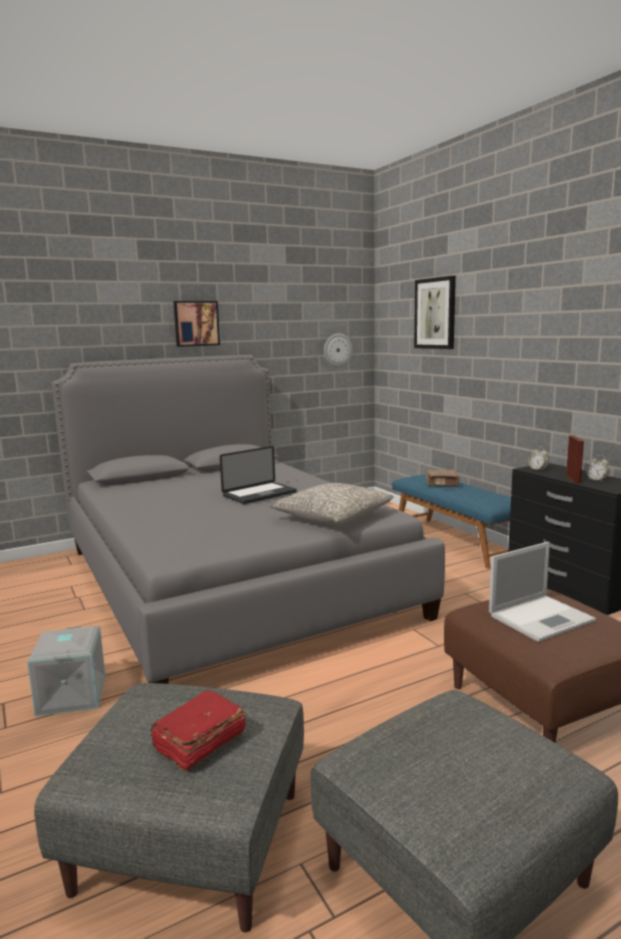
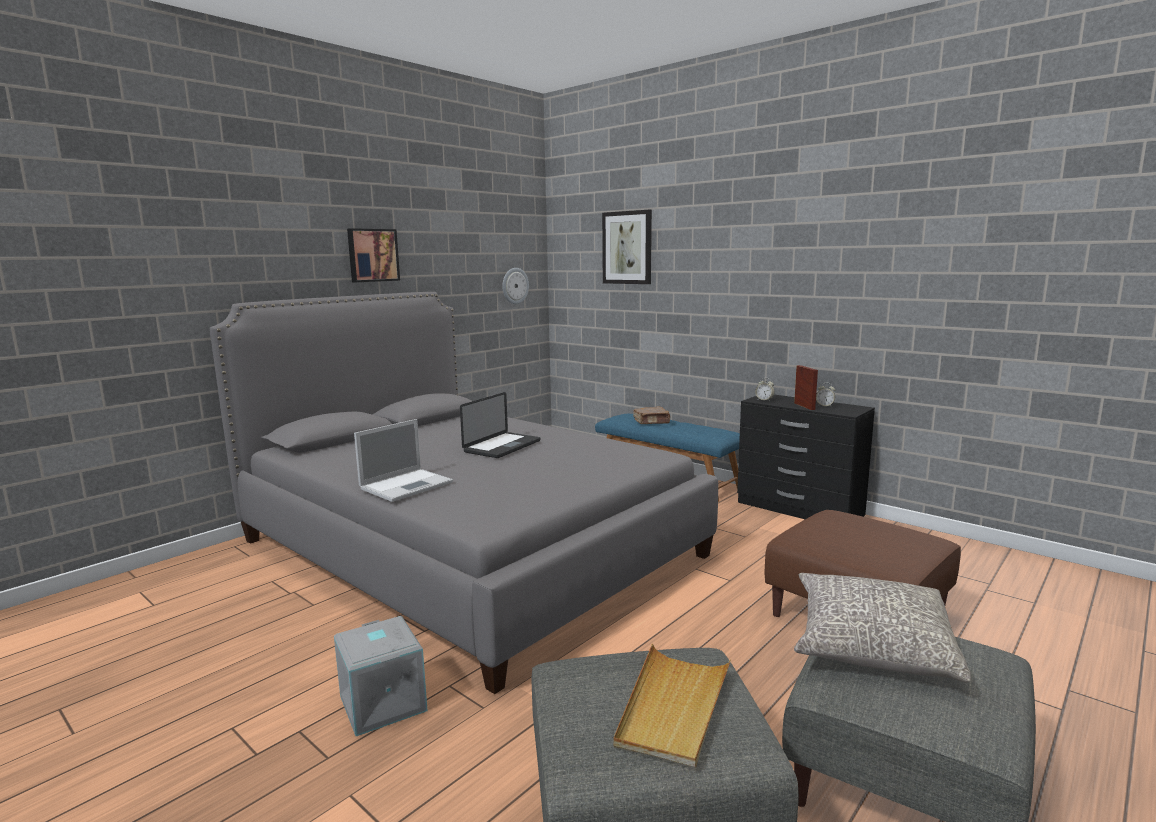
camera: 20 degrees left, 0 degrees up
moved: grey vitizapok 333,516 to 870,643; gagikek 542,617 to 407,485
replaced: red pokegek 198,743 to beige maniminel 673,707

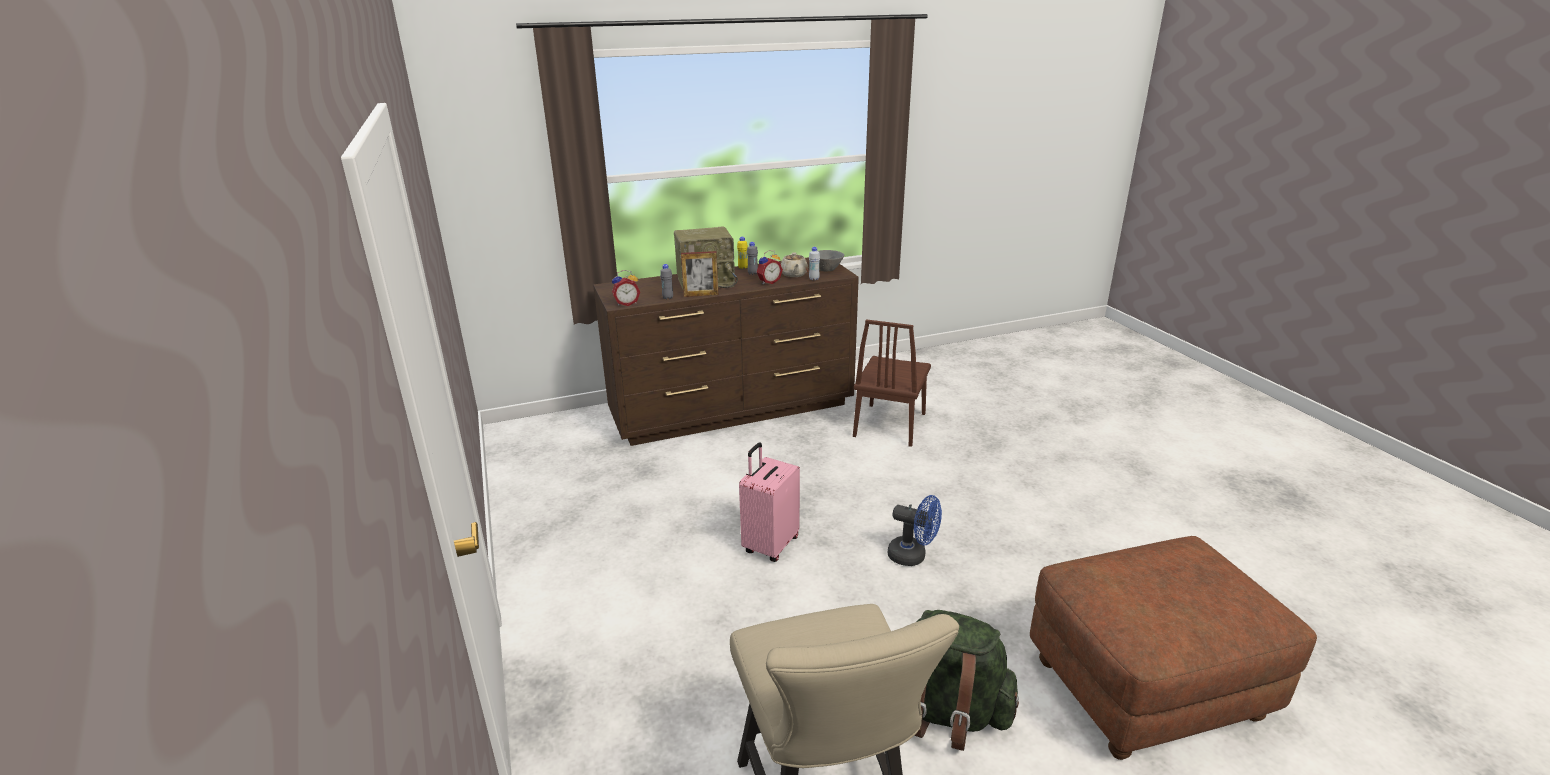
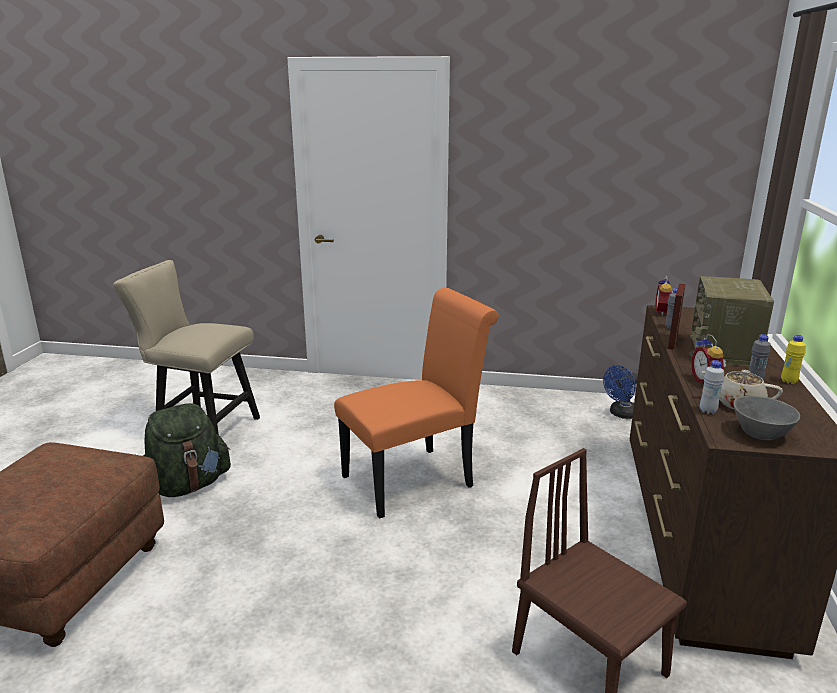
camera: 120 degrees right, 5 degrees down
moved: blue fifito 913,556 to 621,414
replaced: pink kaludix 770,545 to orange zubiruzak 415,479

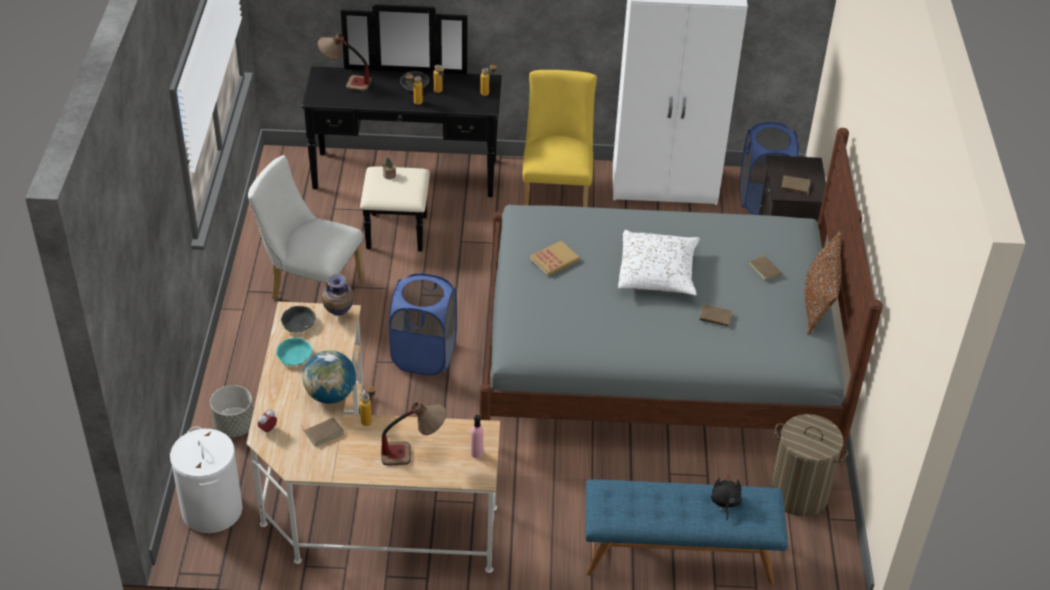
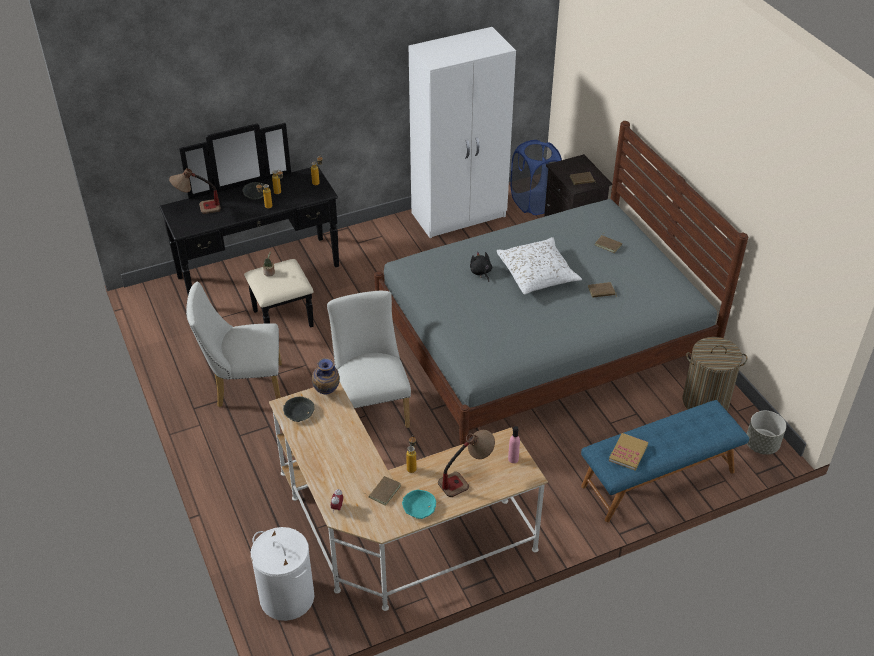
camera: 25 degrees left, 0 degrees up
removed: yellow zubiruzak 556,194; brown vitizapok 818,301; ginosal 330,395
moved: pokegek 554,260 to 628,453; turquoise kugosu 294,356 to 419,508; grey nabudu 234,426 to 762,445; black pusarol 725,503 to 481,272
replaced: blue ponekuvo 424,356 to white zubiruzak 371,406

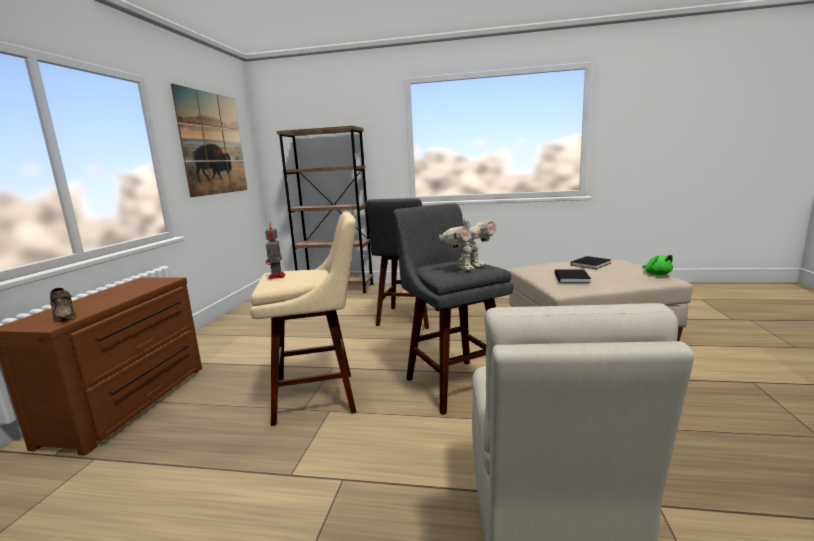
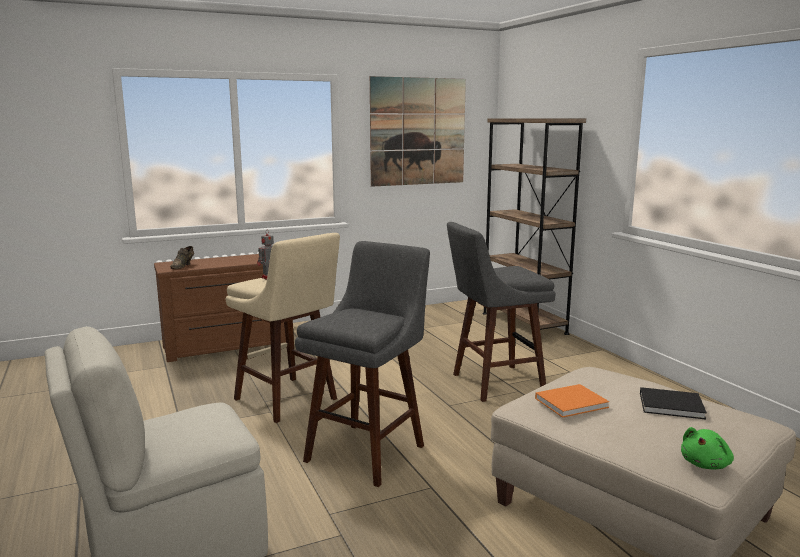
camera: 55 degrees right, 0 degrees up
removed: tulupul 468,267
recoloured: black pokegek 571,277 to orange pokegek 573,402

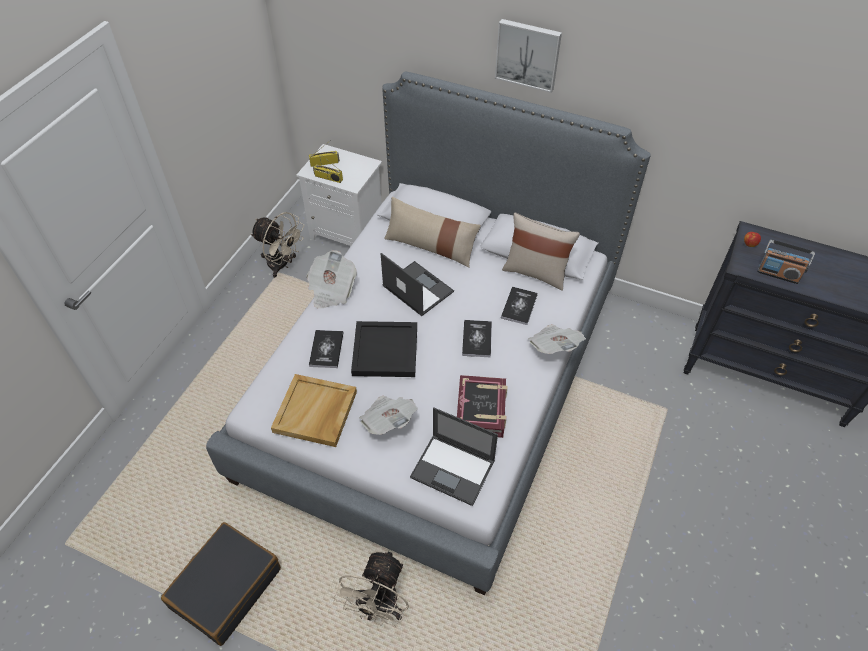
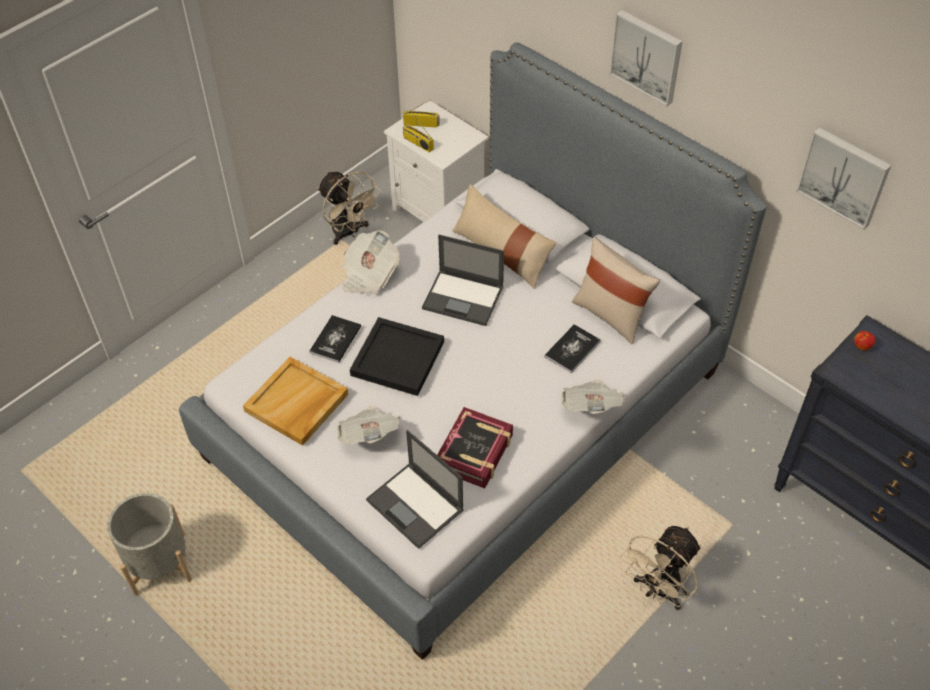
camera: 20 degrees right, 0 degrees up
removed: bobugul 778,274; pokegek 477,339
added: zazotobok 844,176
moved: beige fifito 379,607 to 658,591
replaced: black kaludix 226,587 to grey nabudu 159,564
turned: gagikek 417,288 = 464,298 135 degrees clockwise

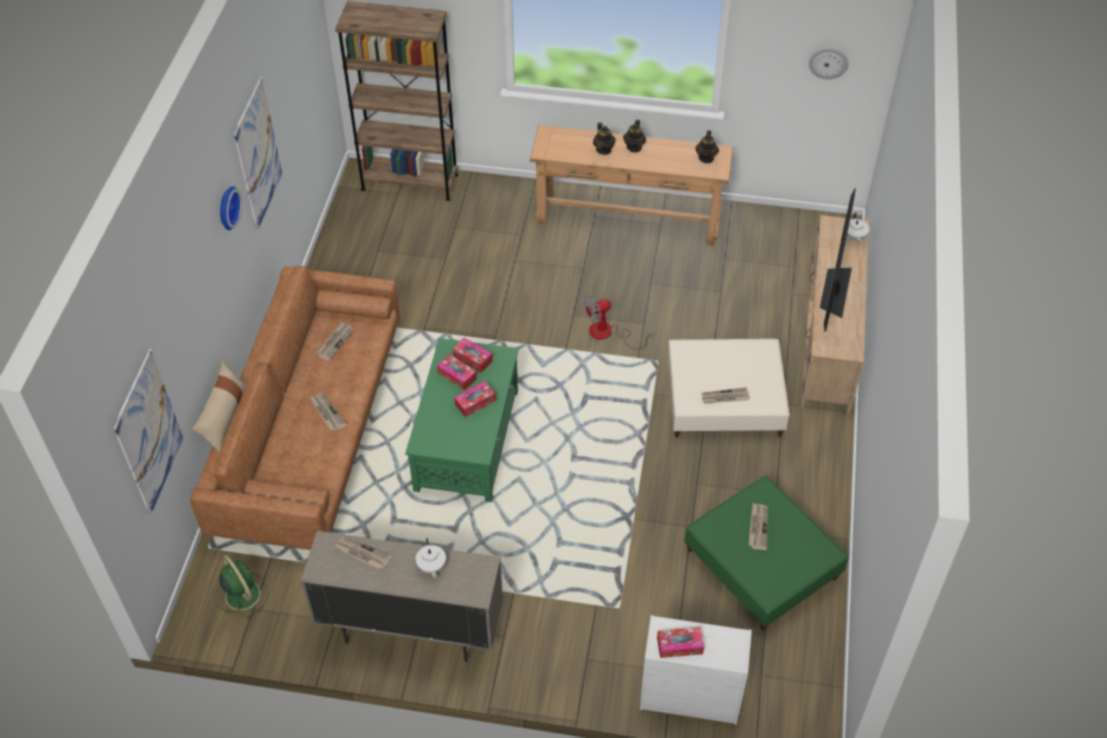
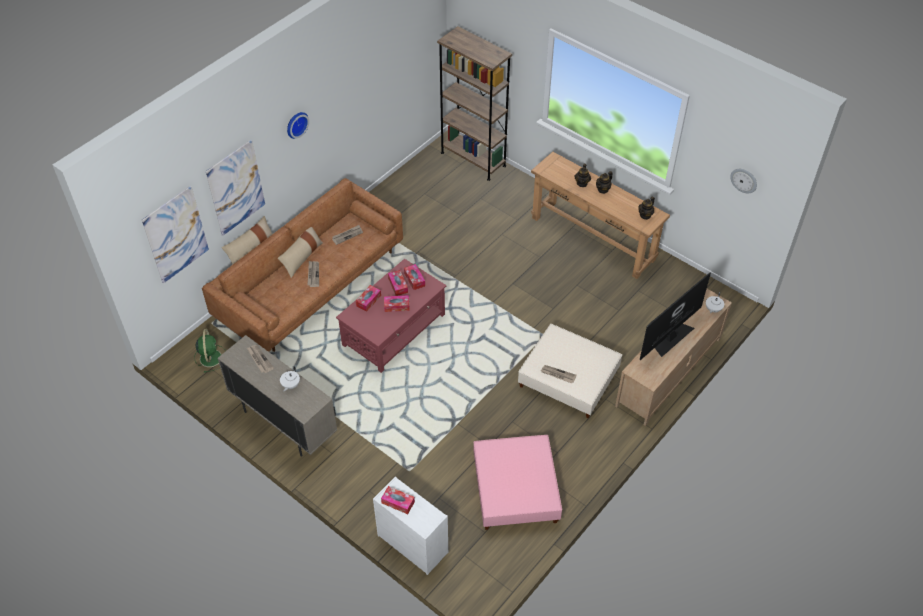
camera: 30 degrees right, 0 degrees up
removed: fifito 608,334; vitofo 758,527
added: beige vitizapok 302,257; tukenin 368,300
moved: zazotobok 258,154 to 236,188
recoloured: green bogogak 467,439 to red bogogak 394,329; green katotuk 762,564 to pink katotuk 515,490

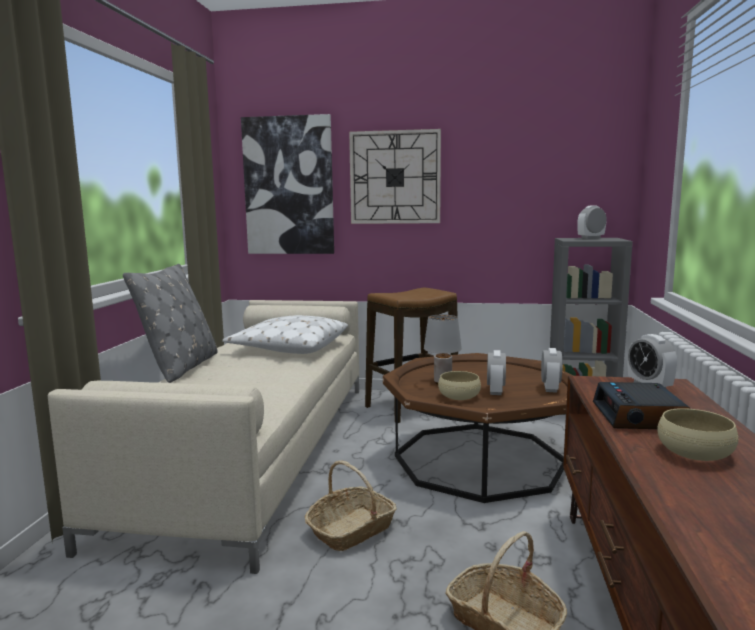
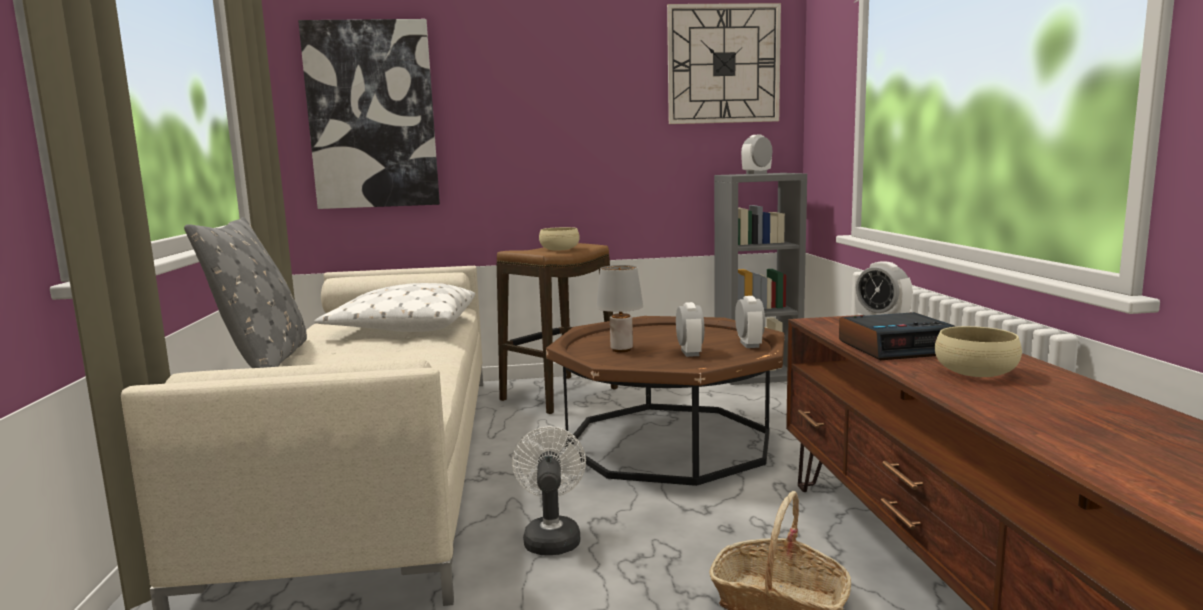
camera: 15 degrees left, 0 degrees up
moved: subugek 395,177 to 723,64; beige kugosu 459,396 to 559,249
replaced: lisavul 351,530 to white fifito 551,537
turned: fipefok 639,416 = 895,347 90 degrees counterclockwise

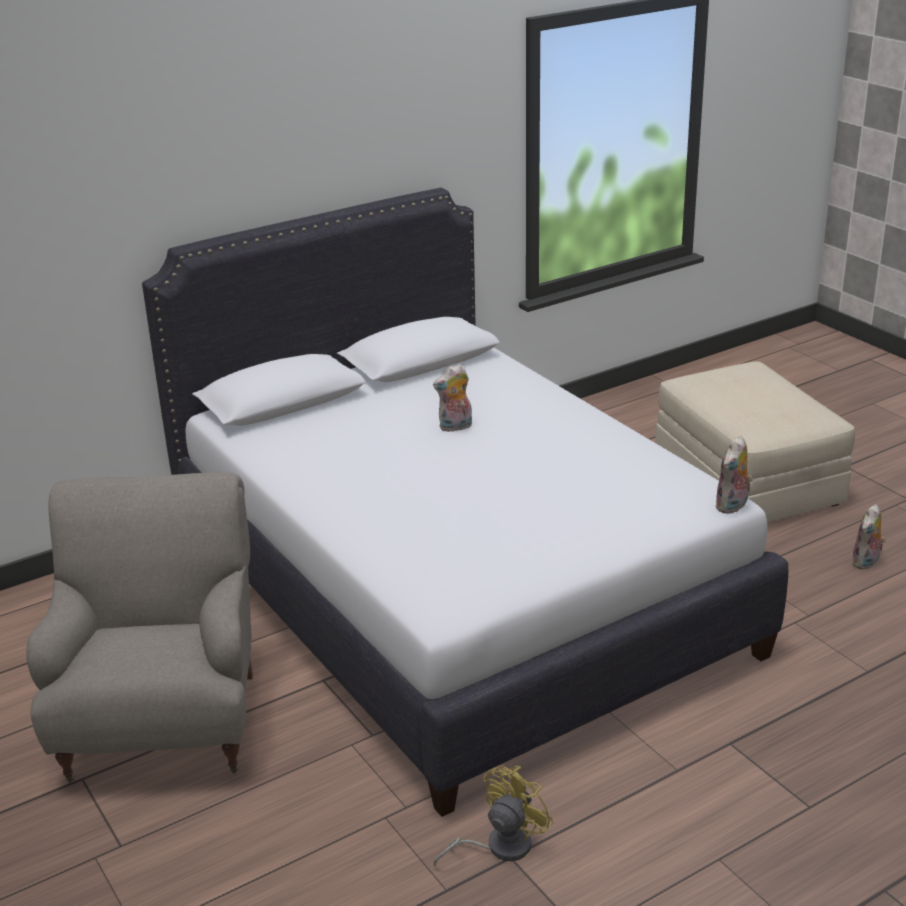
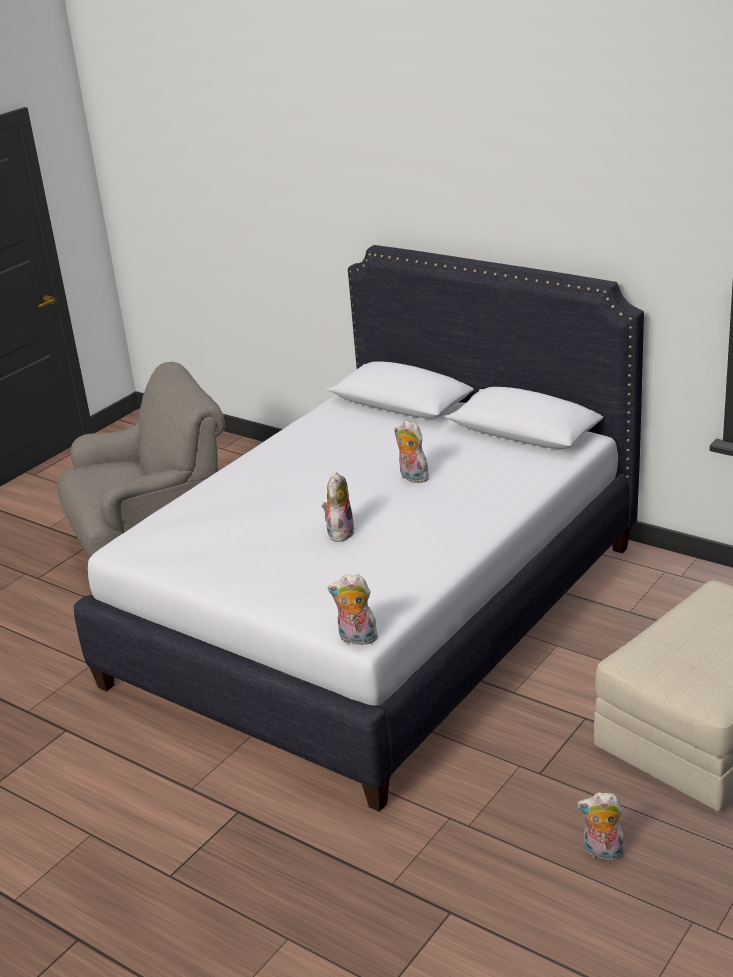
camera: 70 degrees right, 0 degrees up
removed: yellow fifito 499,846
added: pusarol 339,532

